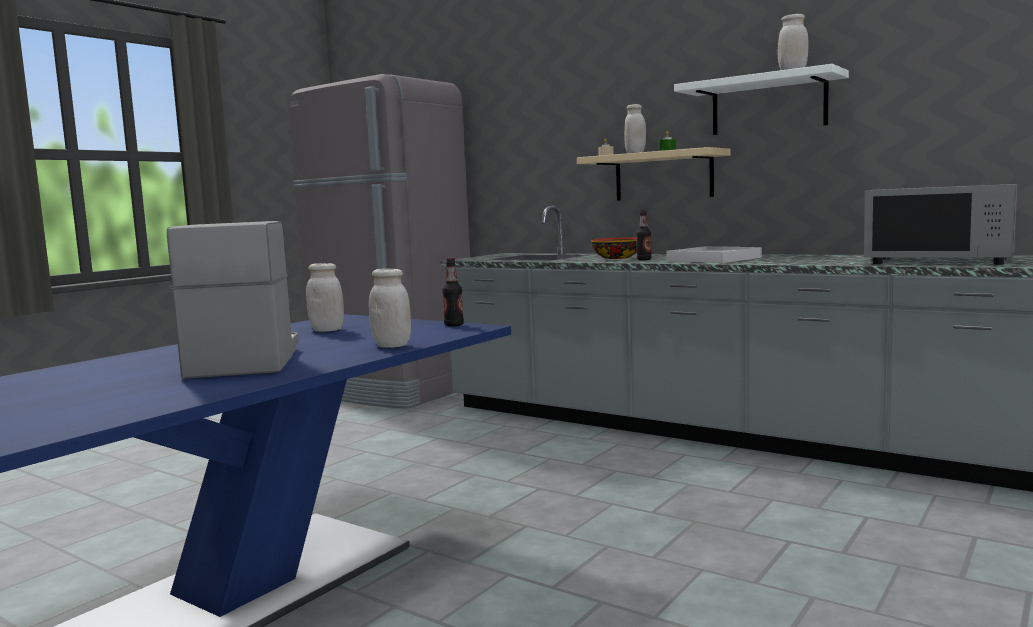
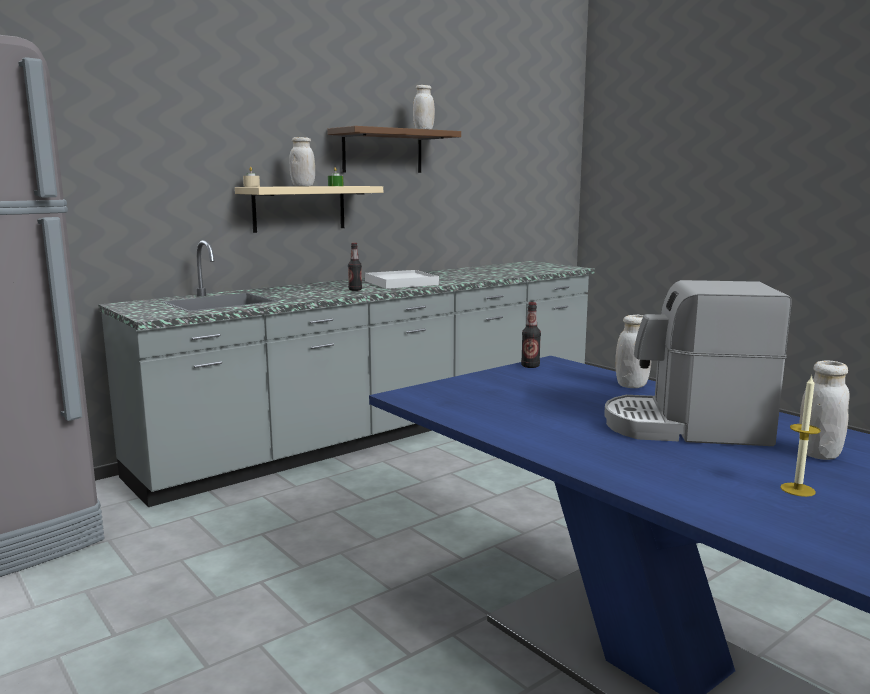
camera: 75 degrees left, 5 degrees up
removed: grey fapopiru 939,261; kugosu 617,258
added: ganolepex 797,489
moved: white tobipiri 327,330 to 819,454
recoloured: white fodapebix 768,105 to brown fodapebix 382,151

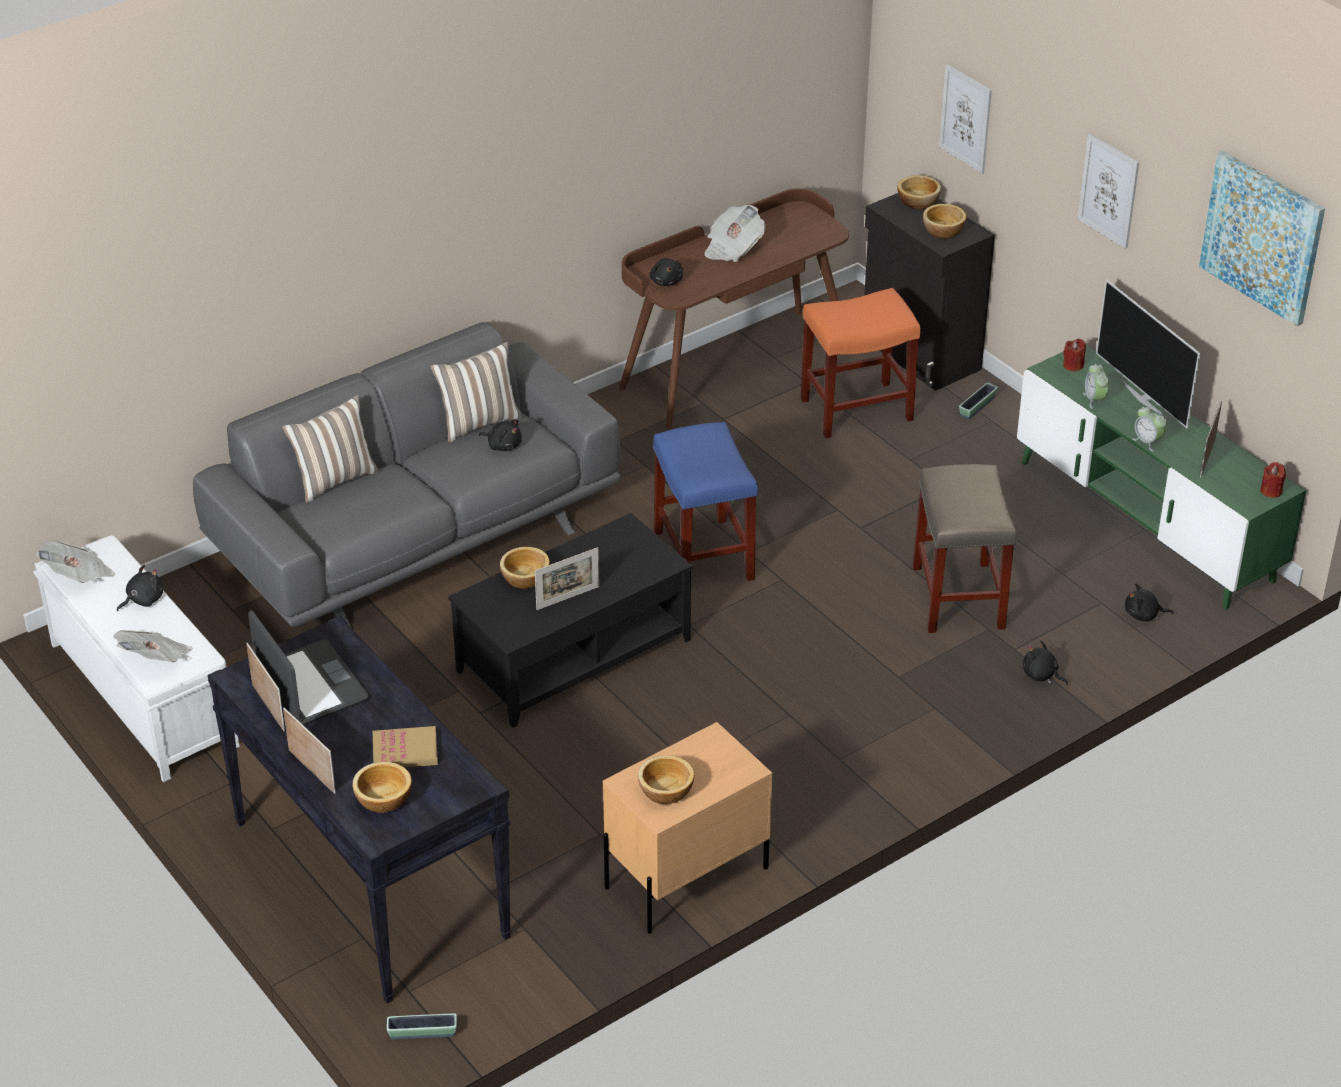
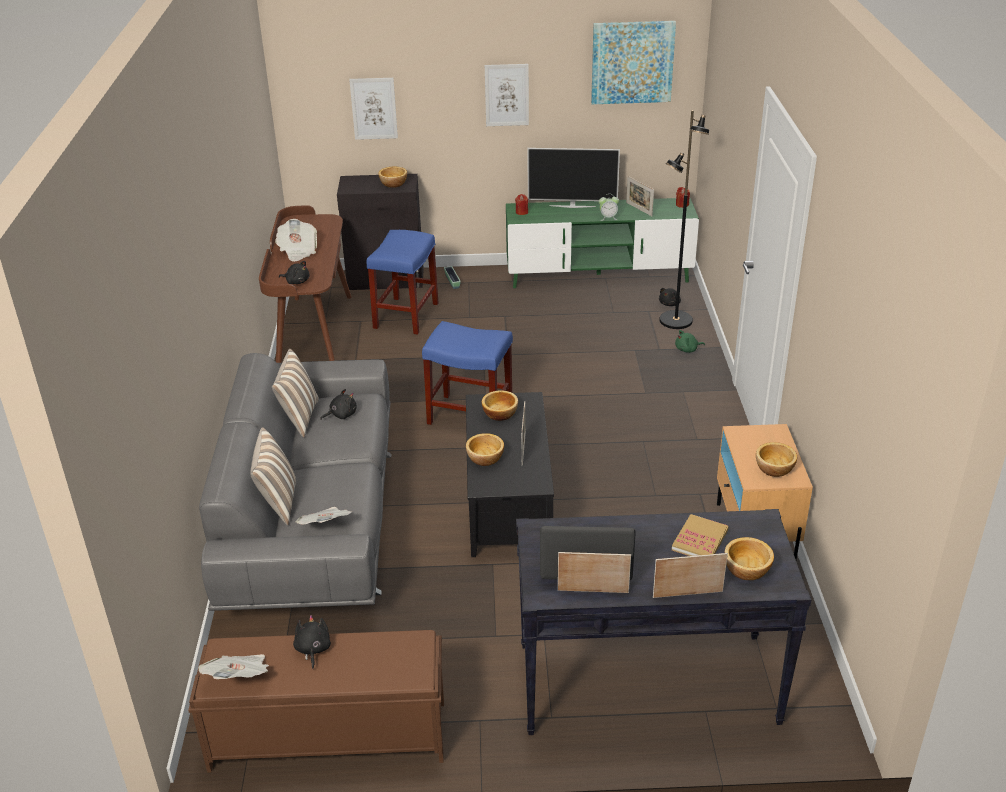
camera: 55 degrees left, 5 degrees down
removed: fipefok 1094,400; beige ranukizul 959,598; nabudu 422,1033
added: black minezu 675,321
moved: kugosu 918,202 to 500,413; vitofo 156,660 to 326,527
recoloured: orange ranukizul 855,410 to blue ranukizul 406,316; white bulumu 142,693 to brown bulumu 327,735; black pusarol 1041,675 to green pusarol 687,349

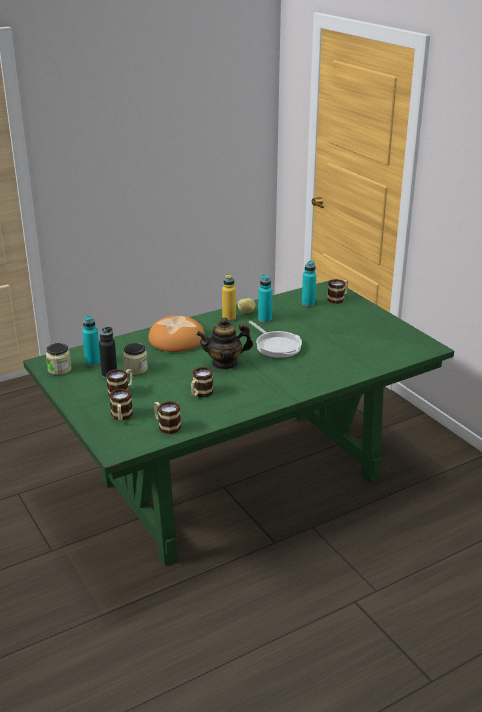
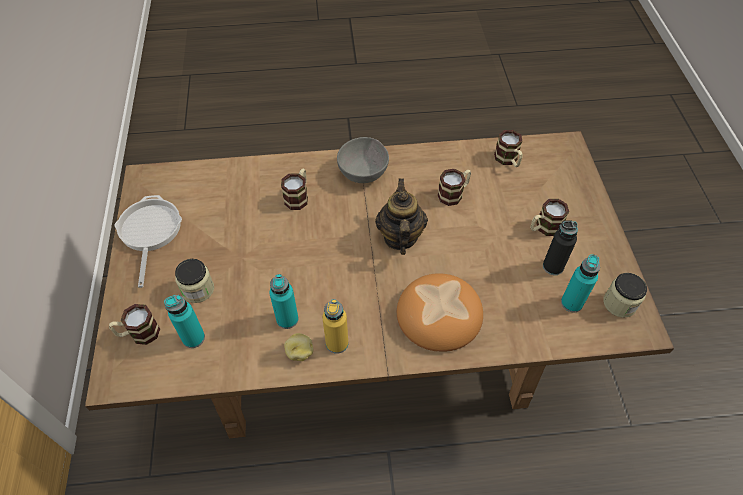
camera: 155 degrees left, 25 degrees up
added: grey kugosu 364,172
moved: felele 276,346 to 150,232; tobipiri 136,369 to 198,289; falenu 121,417 to 298,196
recoloured: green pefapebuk 242,479 to brown pefapebuk 369,344
turned: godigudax 225,363 = 400,237 105 degrees counterclockwise

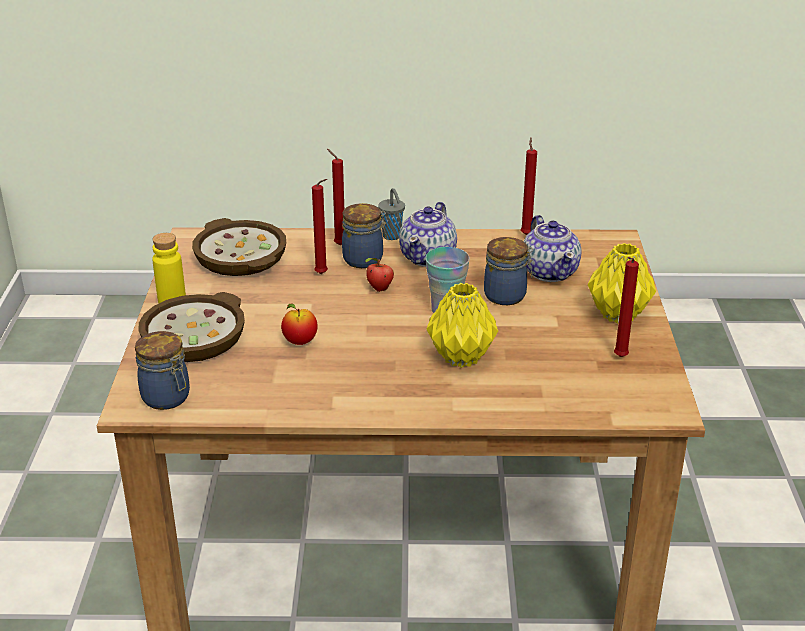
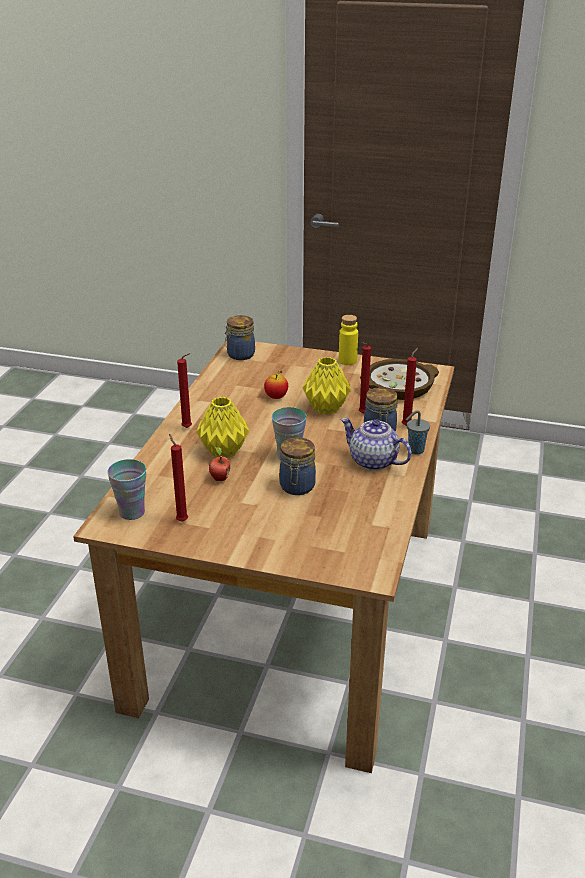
camera: 105 degrees right, 0 degrees up
removed: godigudax 550,272; kugosu 192,338
added: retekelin 132,512
moved: red ganolepex 526,234 to 188,428; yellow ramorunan 619,314 to 326,409; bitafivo 379,289 to 219,478

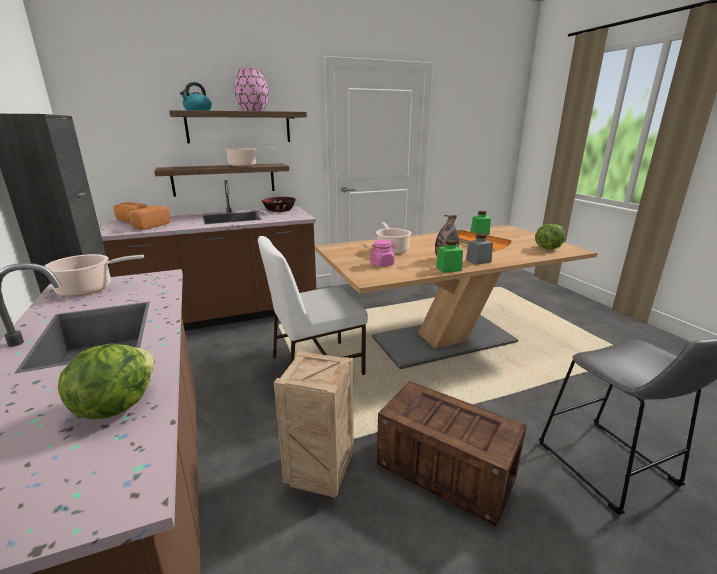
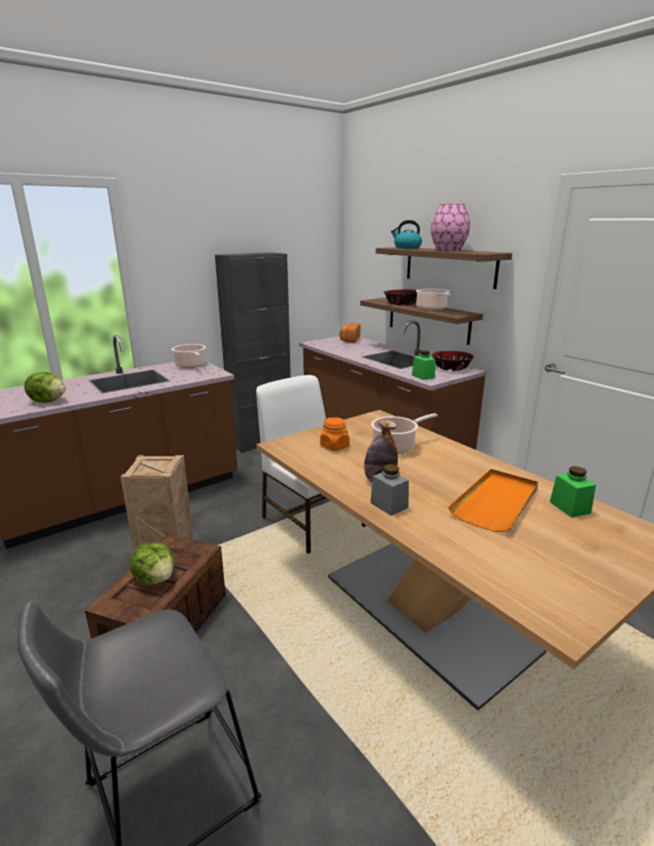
camera: 75 degrees right, 0 degrees up
removed: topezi 150,226
added: kugosu 401,303
moved: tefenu 547,248 to 155,578; green tobipiri 448,269 to 423,376
recoloured: pink tobipiri 382,264 to orange tobipiri 334,446

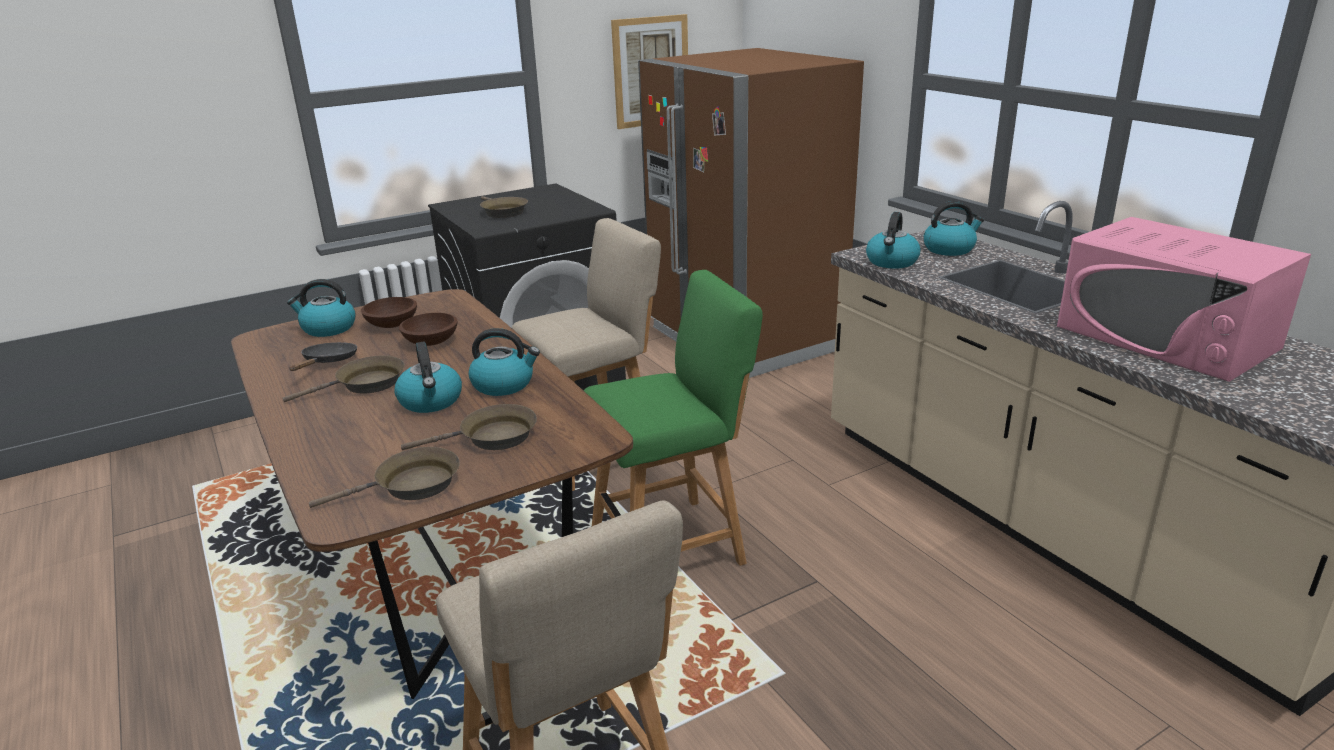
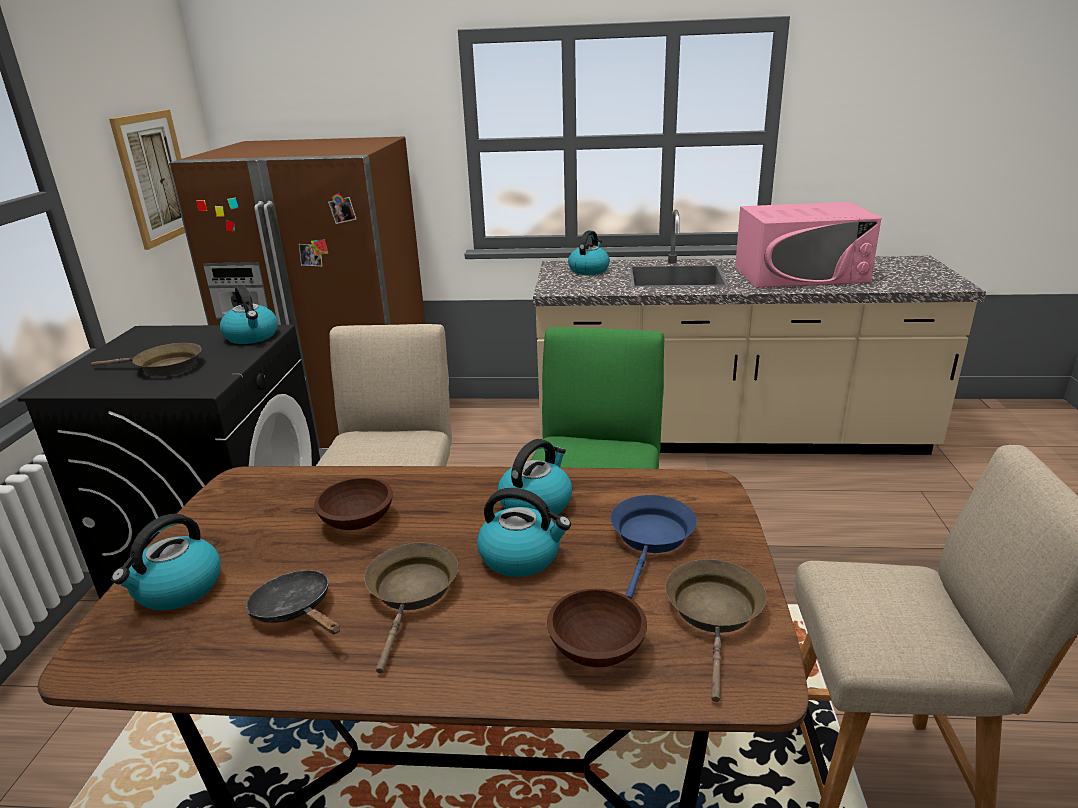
camera: 55 degrees left, 0 degrees up
moved: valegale 892,262 to 252,336; brown kugosu 393,324 to 597,646
recoloured: brown felele 492,437 to blue felele 651,539

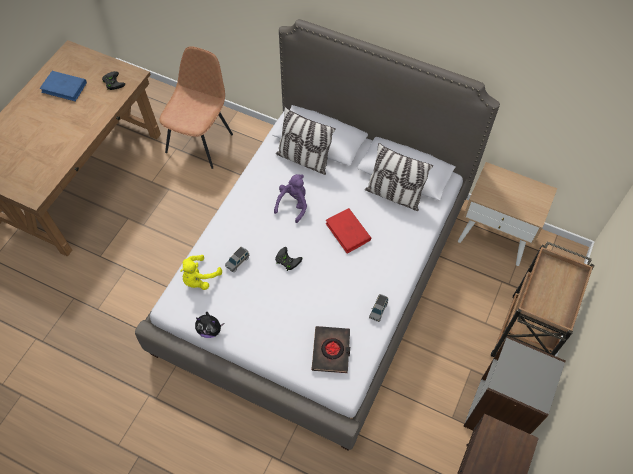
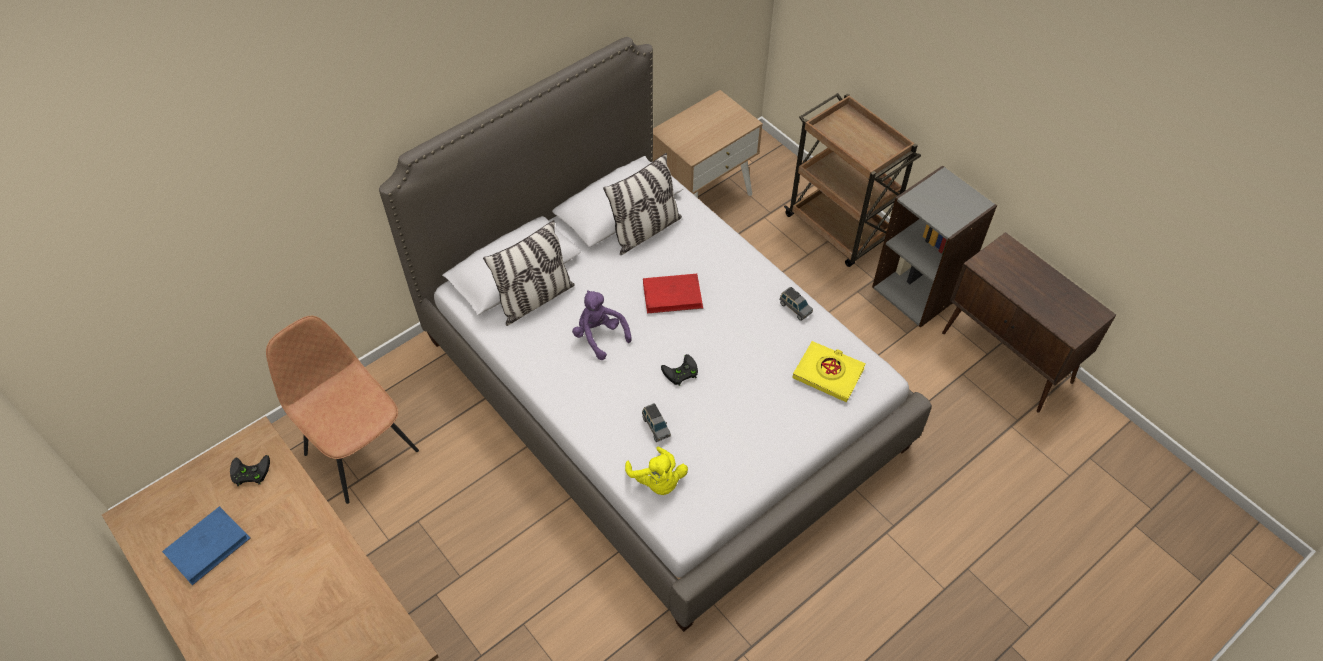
camera: 65 degrees left, 5 degrees down
removed: pusarol 210,330
recoloured: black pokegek 331,351 to yellow pokegek 828,374

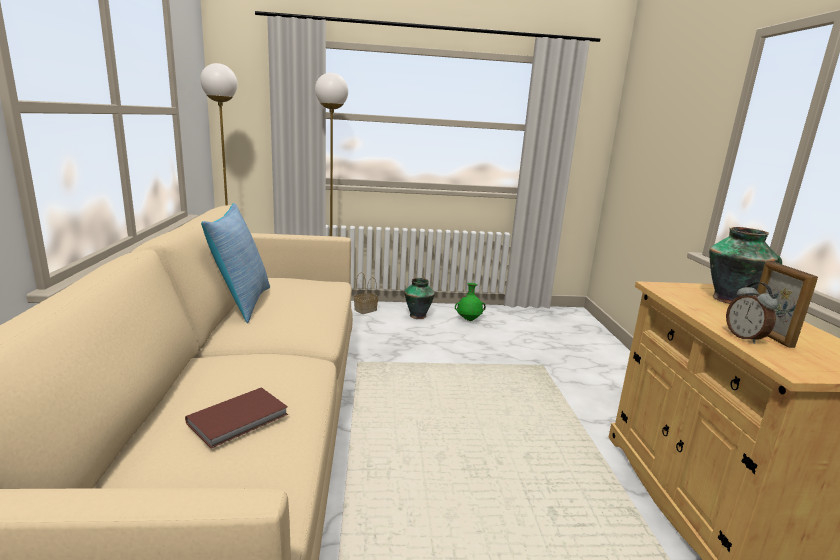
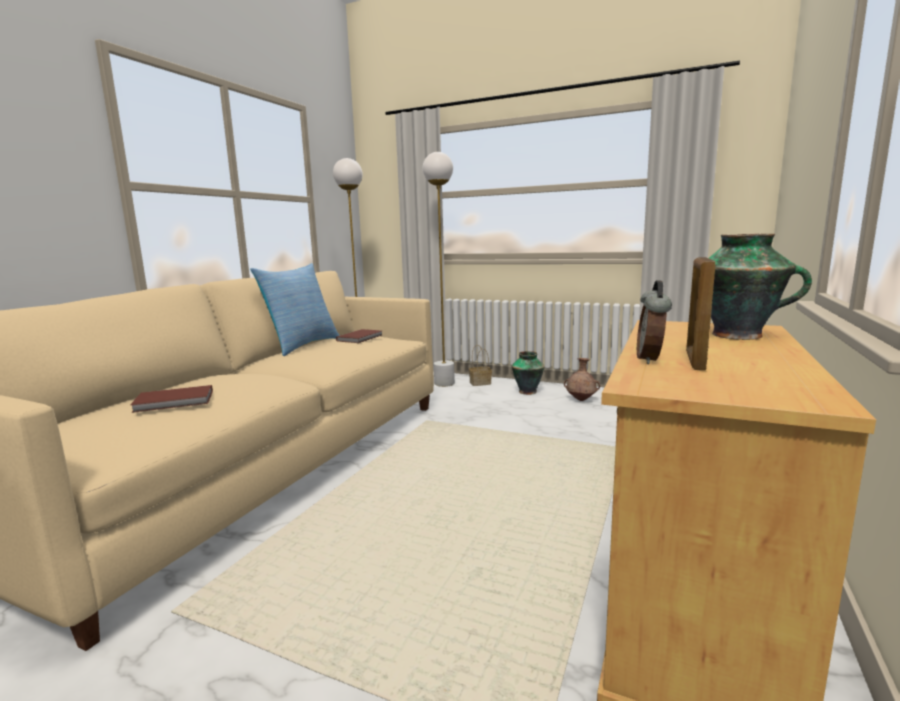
camera: 30 degrees right, 5 degrees down
added: brown pokegek 361,338
recoloured: green ramorunan 469,319 to brown ramorunan 581,400

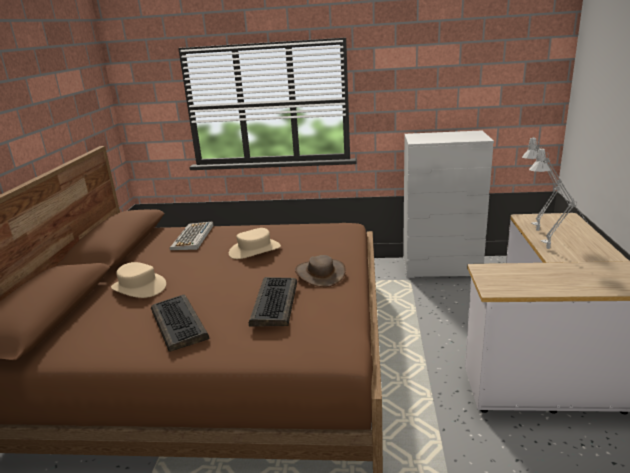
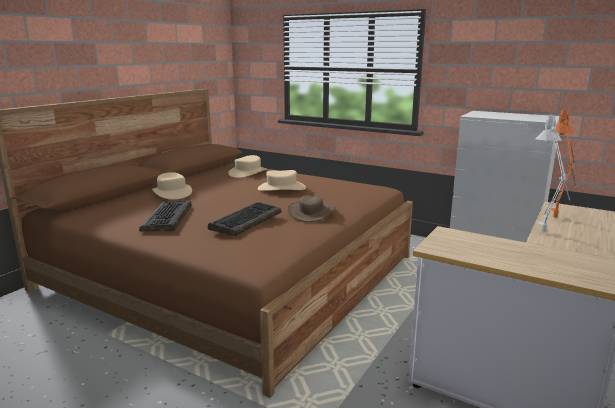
camera: 25 degrees right, 5 degrees down
replaced: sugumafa 193,237 to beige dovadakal 248,172
recoloured: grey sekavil 540,233 to orange sekavil 556,220

